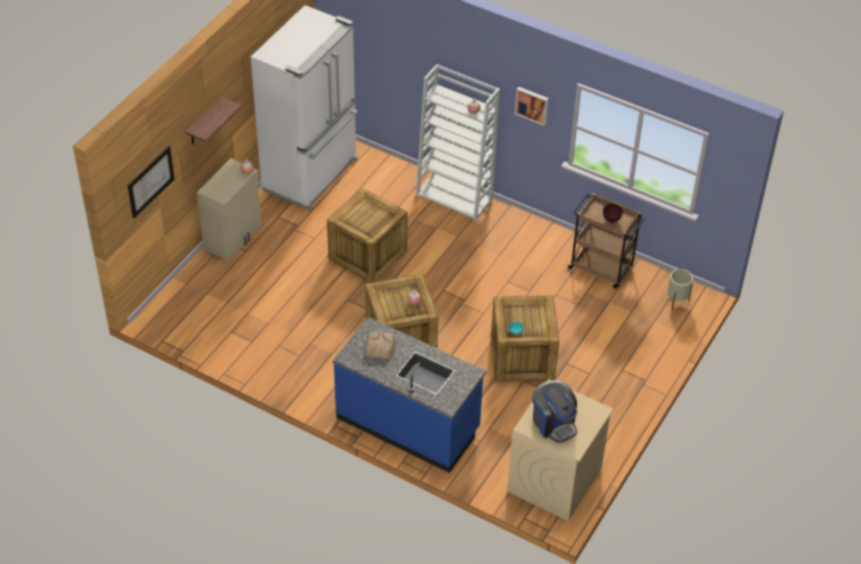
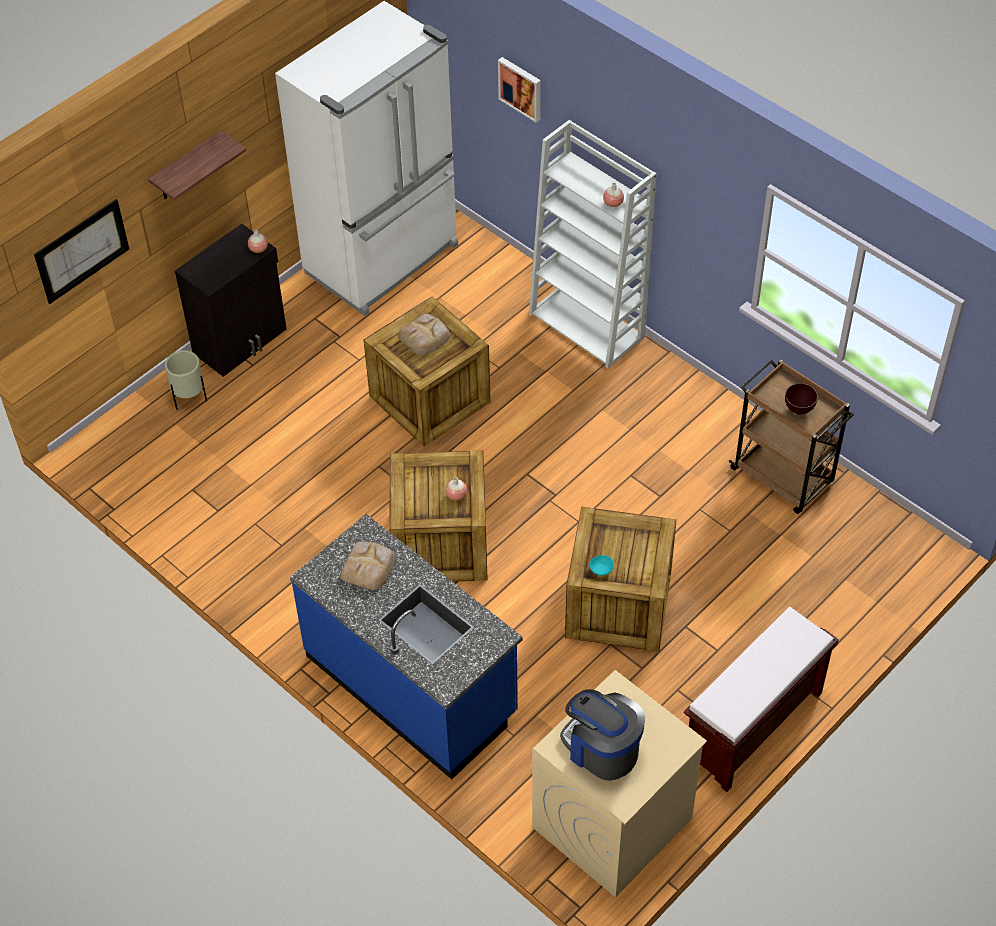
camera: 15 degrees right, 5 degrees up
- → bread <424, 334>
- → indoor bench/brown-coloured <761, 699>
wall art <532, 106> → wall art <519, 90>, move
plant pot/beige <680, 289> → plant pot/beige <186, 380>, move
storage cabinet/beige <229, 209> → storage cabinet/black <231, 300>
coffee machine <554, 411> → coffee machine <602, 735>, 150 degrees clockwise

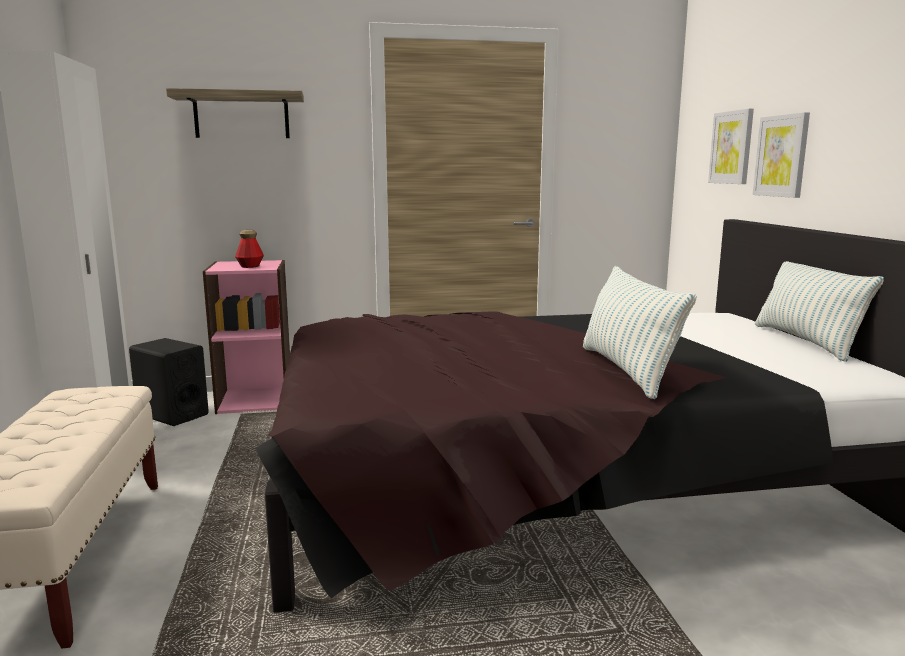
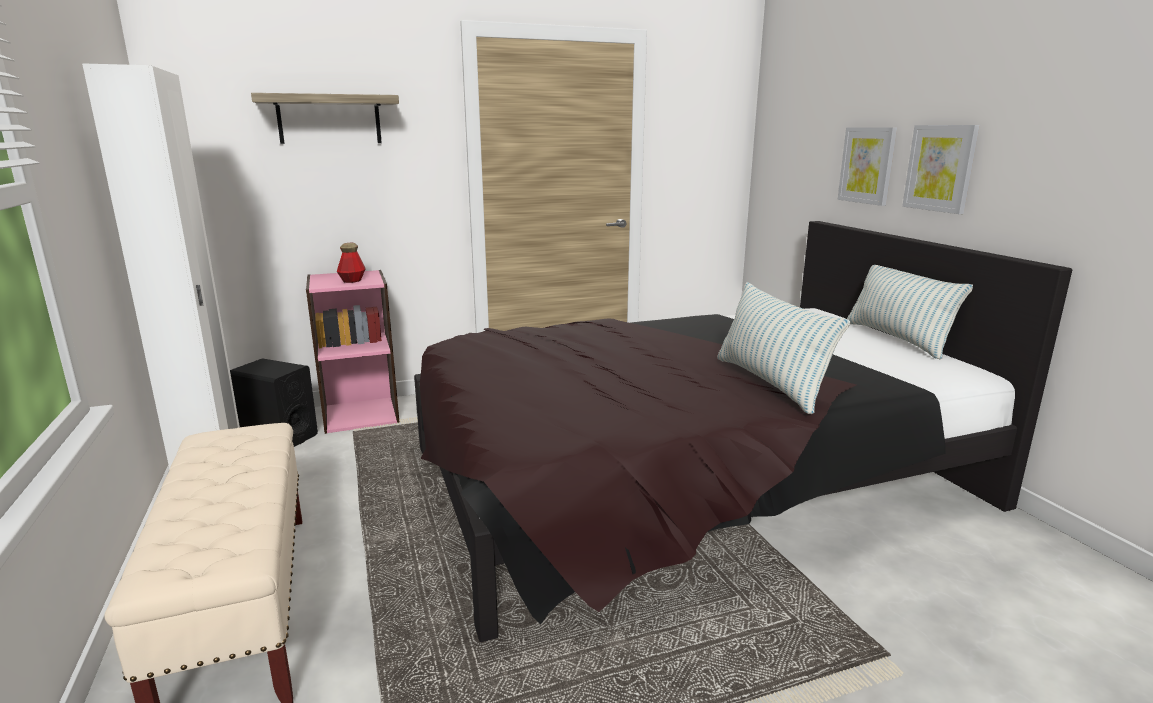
camera: 10 degrees left, 5 degrees up
wall art <731, 146> → wall art <941, 169>, move

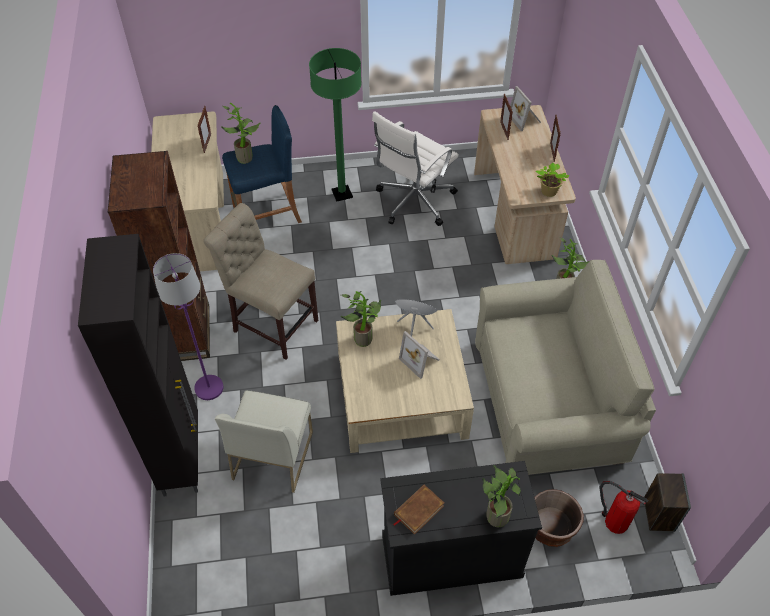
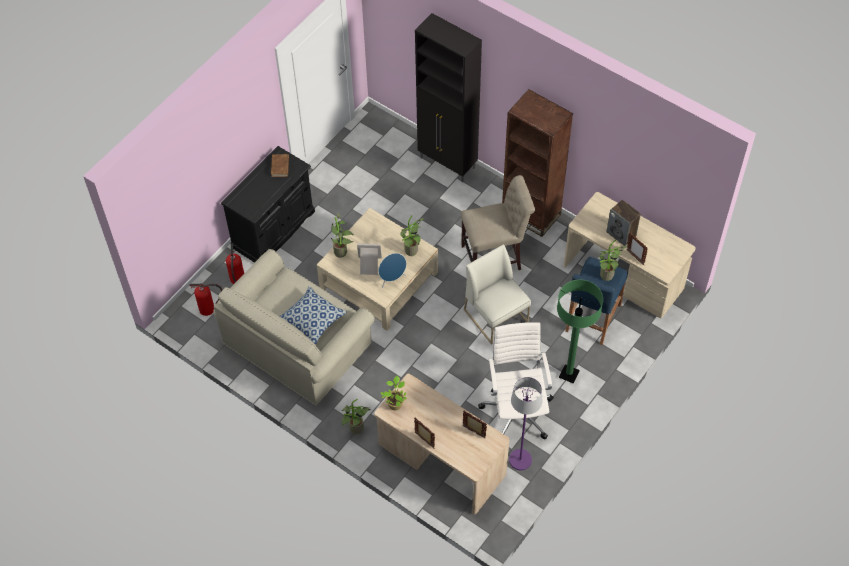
camera: 135 degrees right, 5 degrees up
picture frame <525, 108> → -
- → pillow <313, 315>
floor lamp/purplish <188, 326> → floor lamp/purplish <525, 423>, move
chair/white-coloured <264, 441> → chair/white-coloured <497, 294>, move
houseplant <501, 496> → houseplant <342, 235>, move
speaker <667, 502> → speaker <624, 223>, move
plant pot/brown-coloured <559, 518> → fire-fighting cylinder <235, 264>

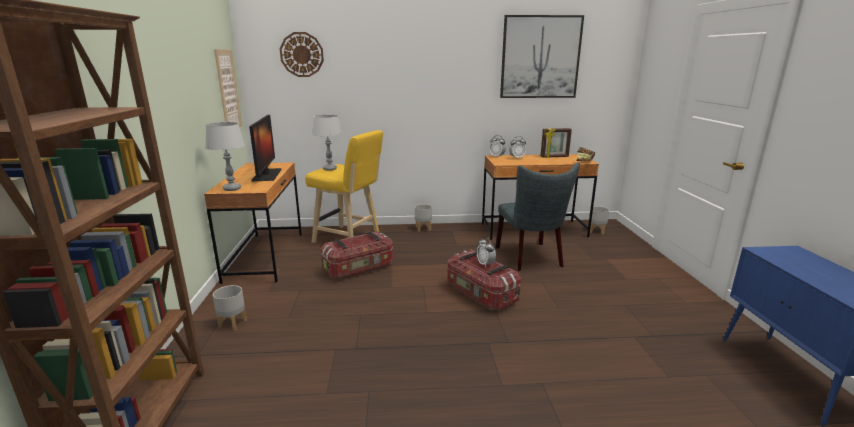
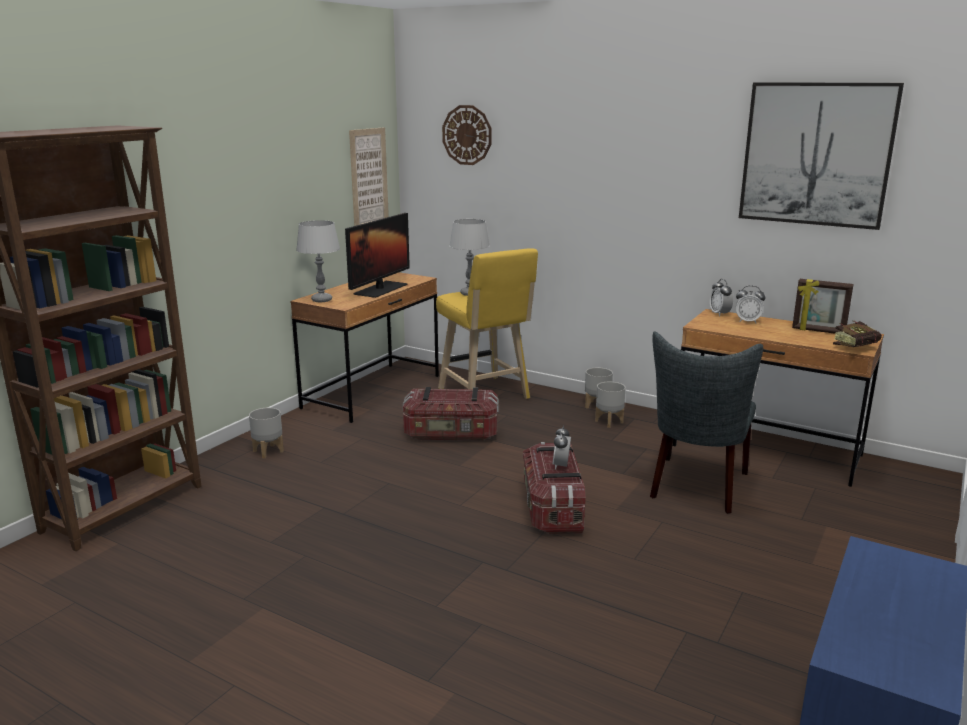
camera: 35 degrees right, 0 degrees up
plant pot/grey <599, 220> → plant pot/grey <610, 405>, move

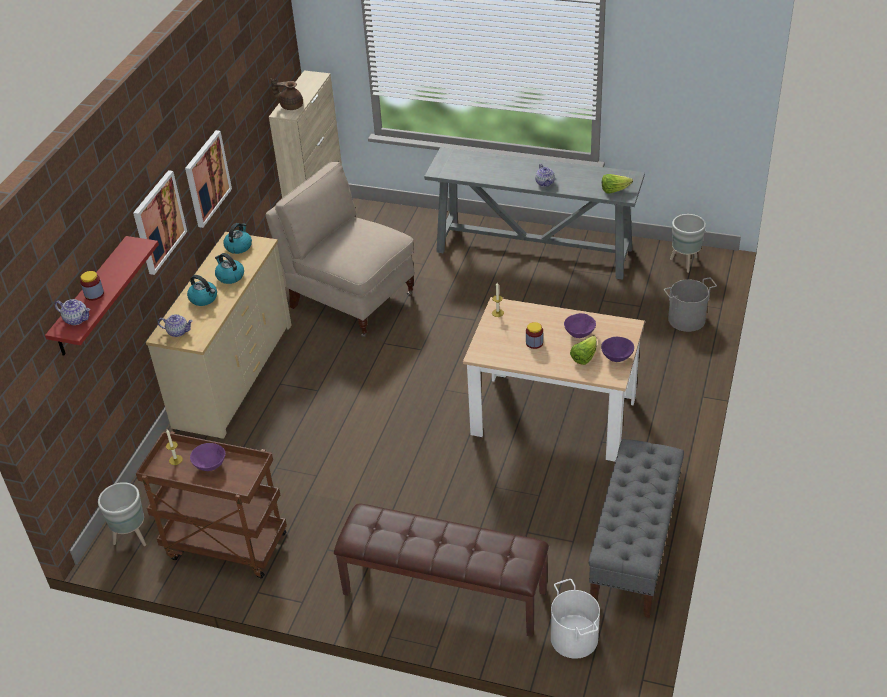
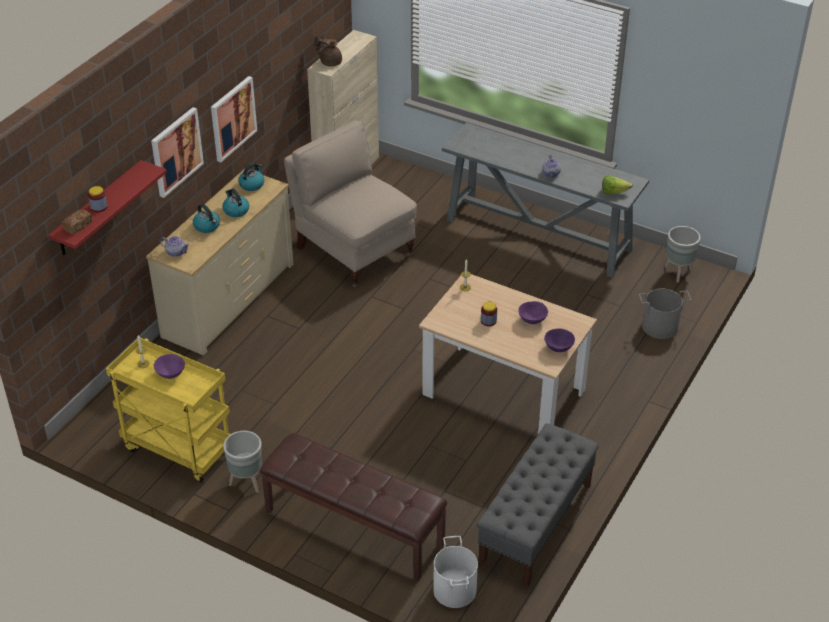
camera: 10 degrees right, 0 degrees up
lettuce <583, 350> → -
plant pot/grey <122, 514> → plant pot/grey <242, 462>, move
tea pot <72, 312> → bread <77, 222>
cart/brown-coloured <211, 505> → cart/yellowish <168, 410>

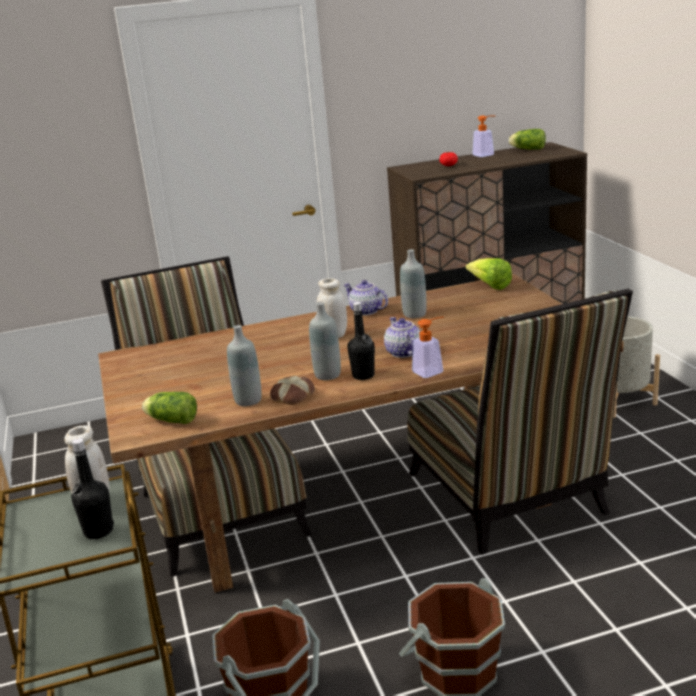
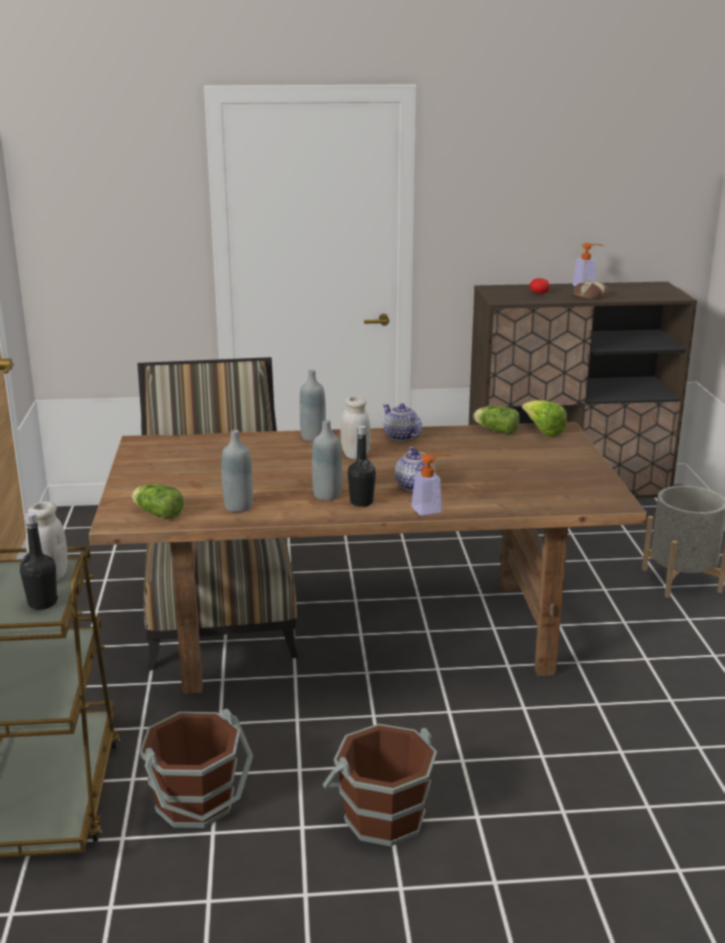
camera: 10 degrees right, 0 degrees up
chair <520, 422> → -
bread <292, 390> → bread <590, 290>, move
bottle/grey <413, 283> → bottle/grey <313, 405>, move
lettuce <527, 139> → lettuce <496, 420>, move

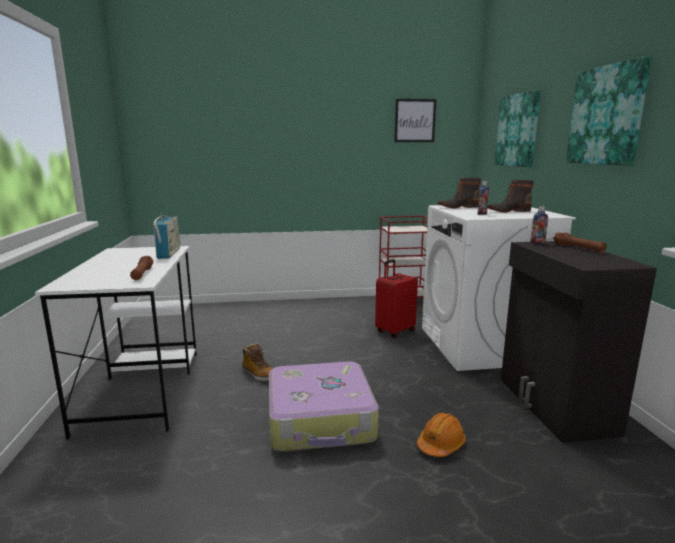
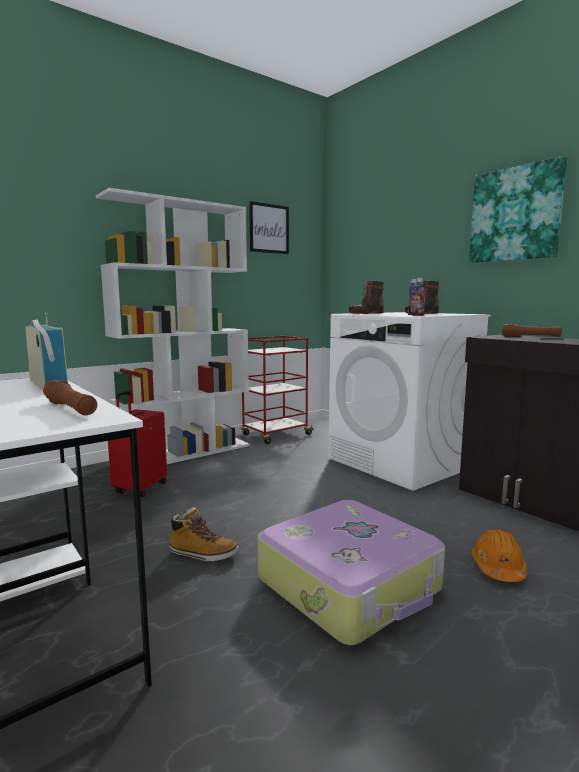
camera: 30 degrees left, 5 degrees down
wall art <518, 128> → -
- → bookshelf/white-coloured <173, 326>
piece of luggage/reddish <396, 299> → piece of luggage/reddish <137, 444>, move
bottle <539, 225> → bottle <418, 297>, move

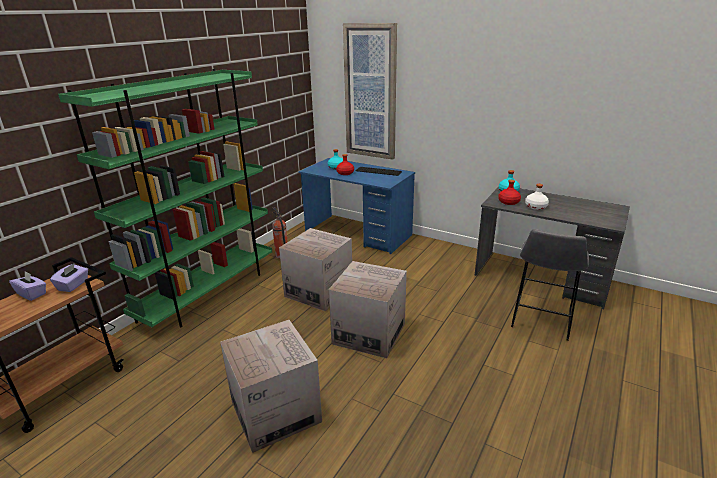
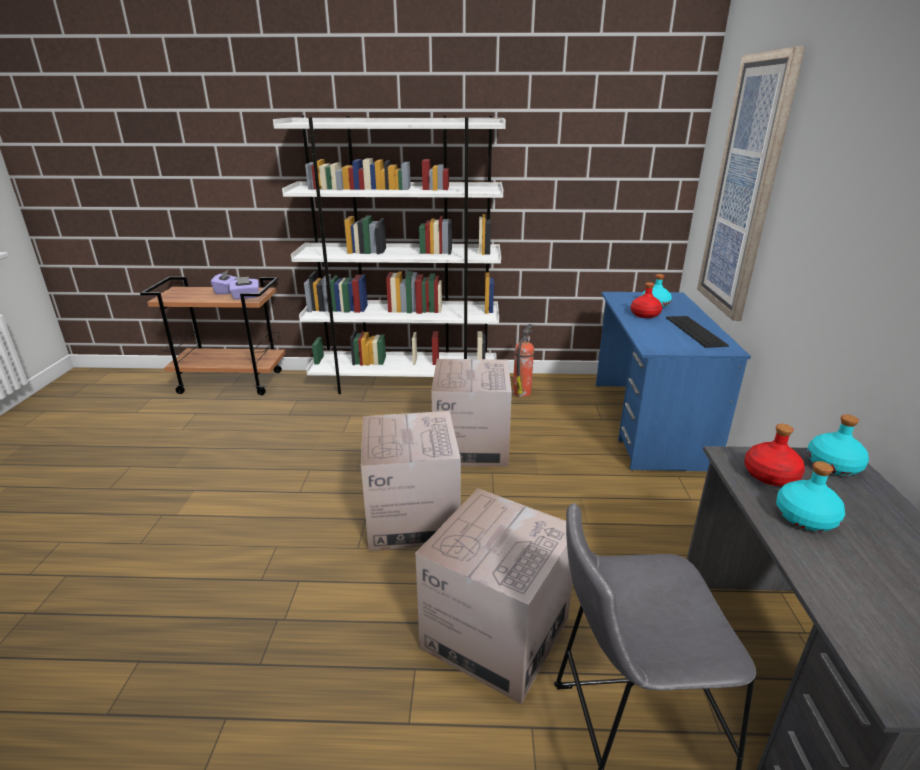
camera: 60 degrees right, 0 degrees up
cardboard box <271, 386> → cardboard box <494, 596>, move
bookshelf/green <165, 198> → bookshelf/white-coloured <389, 255>
bottle/white-coloured <537, 197> → bottle/blue-green <810, 496>

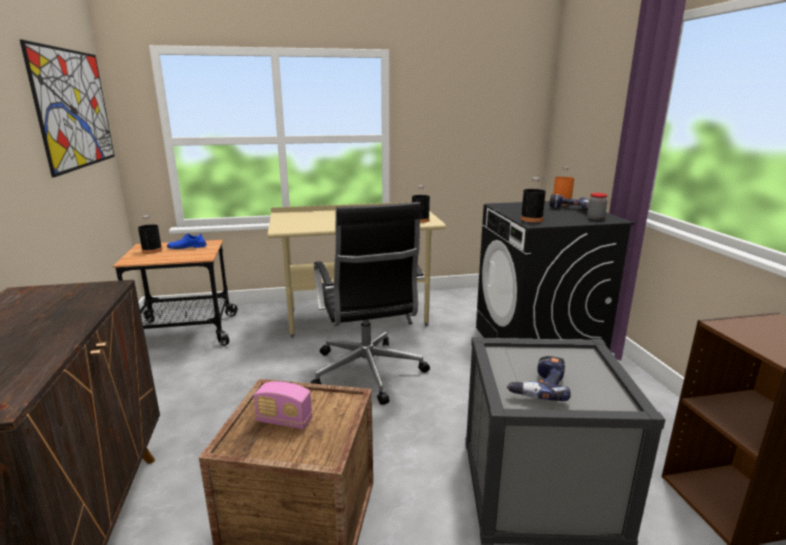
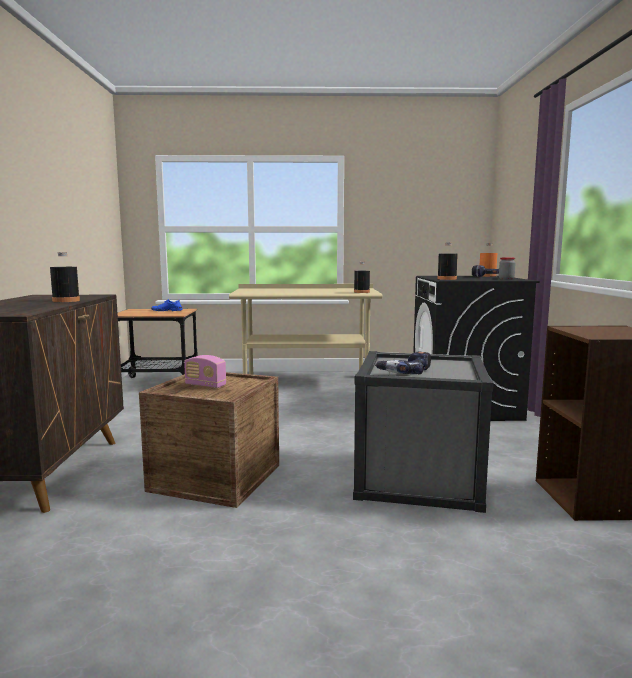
camera: 10 degrees right, 10 degrees down
wall art <67, 108> → -
office chair/black <370, 303> → -
bottle/black <150, 234> → bottle/black <65, 277>, move

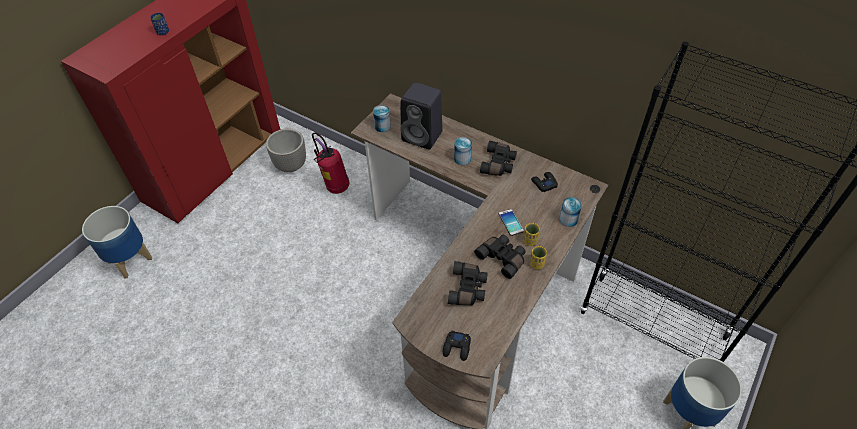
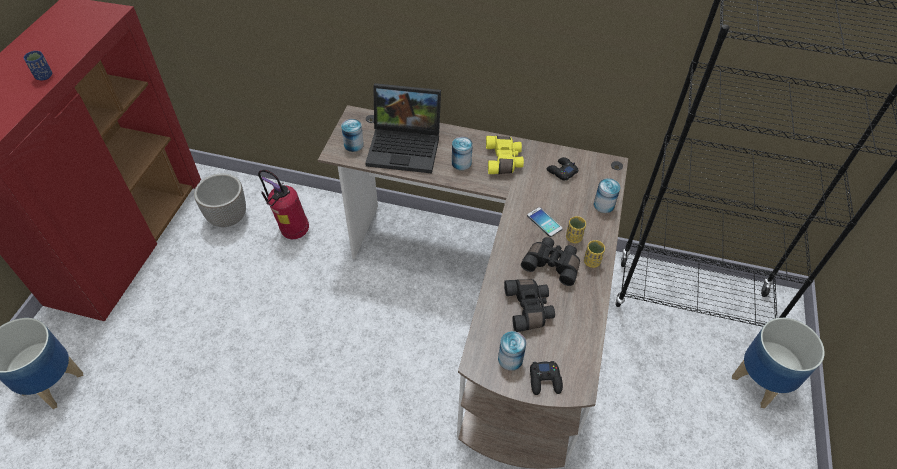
camera: 20 degrees left, 0 degrees up
- → can <512, 351>
speaker/black <421, 116> → portable computer <403, 128>
field glasses/black <498, 158> → field glasses/yellowish <505, 155>

